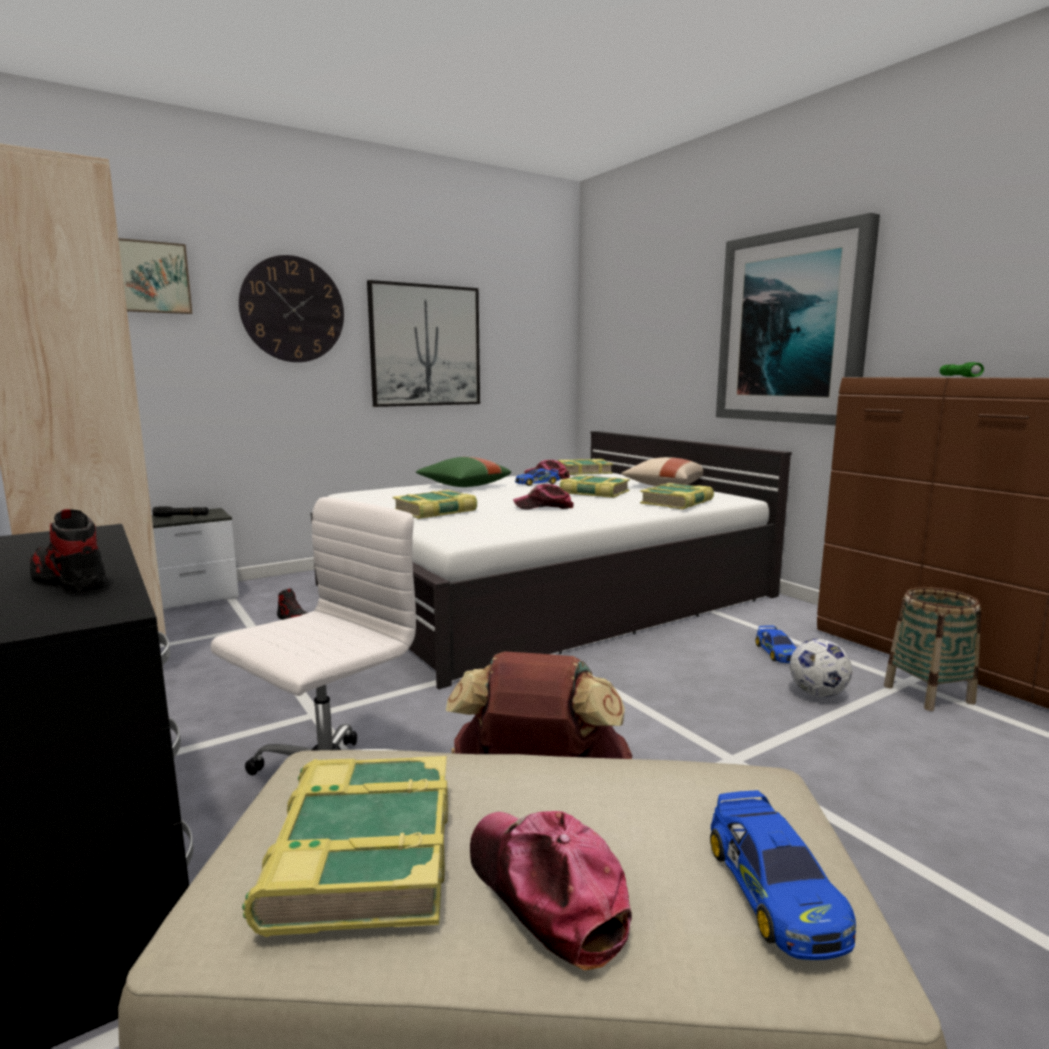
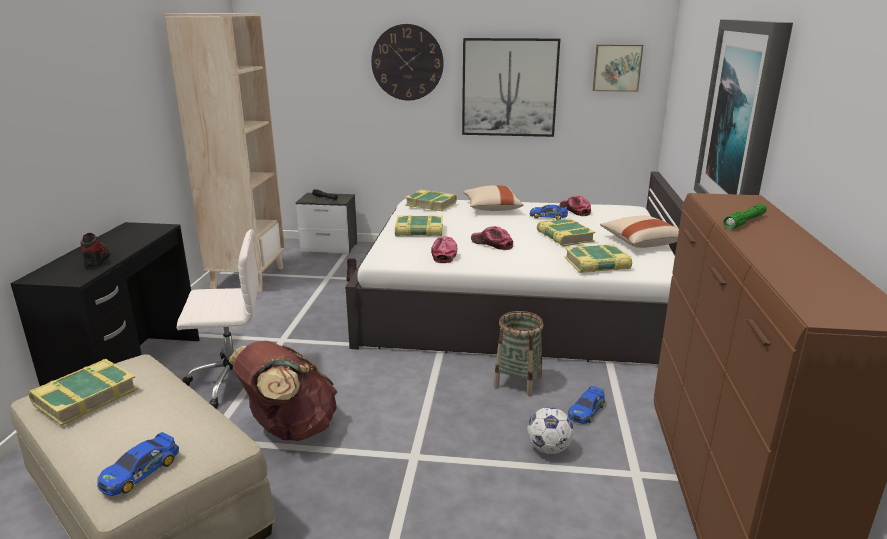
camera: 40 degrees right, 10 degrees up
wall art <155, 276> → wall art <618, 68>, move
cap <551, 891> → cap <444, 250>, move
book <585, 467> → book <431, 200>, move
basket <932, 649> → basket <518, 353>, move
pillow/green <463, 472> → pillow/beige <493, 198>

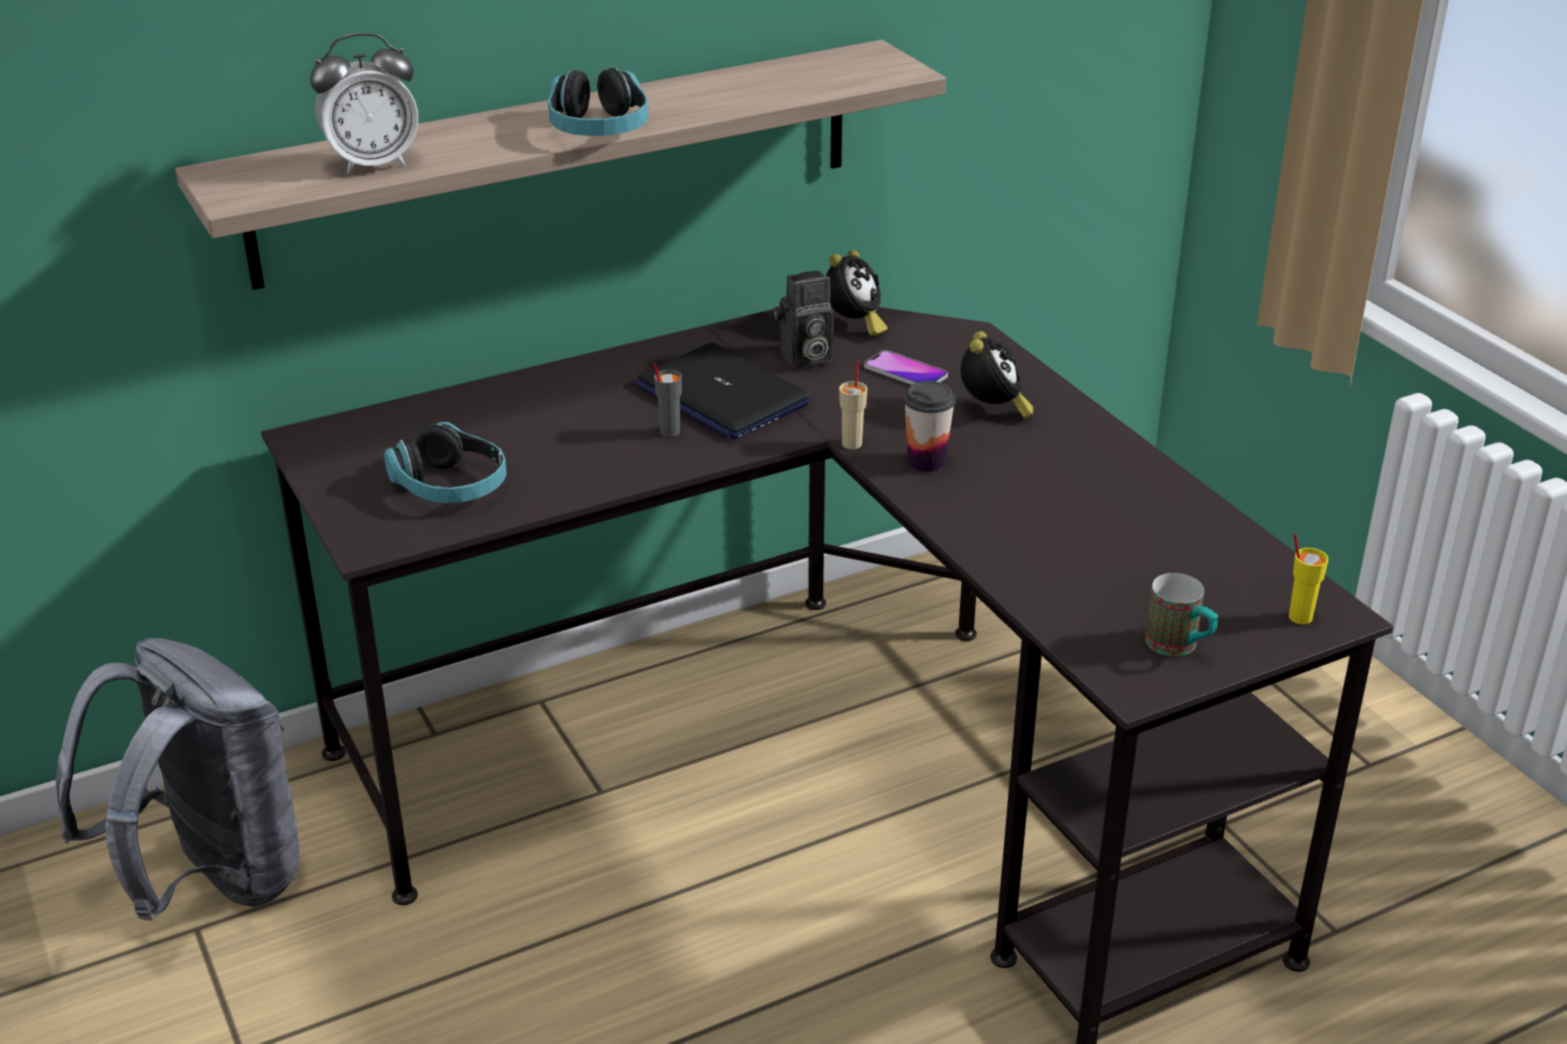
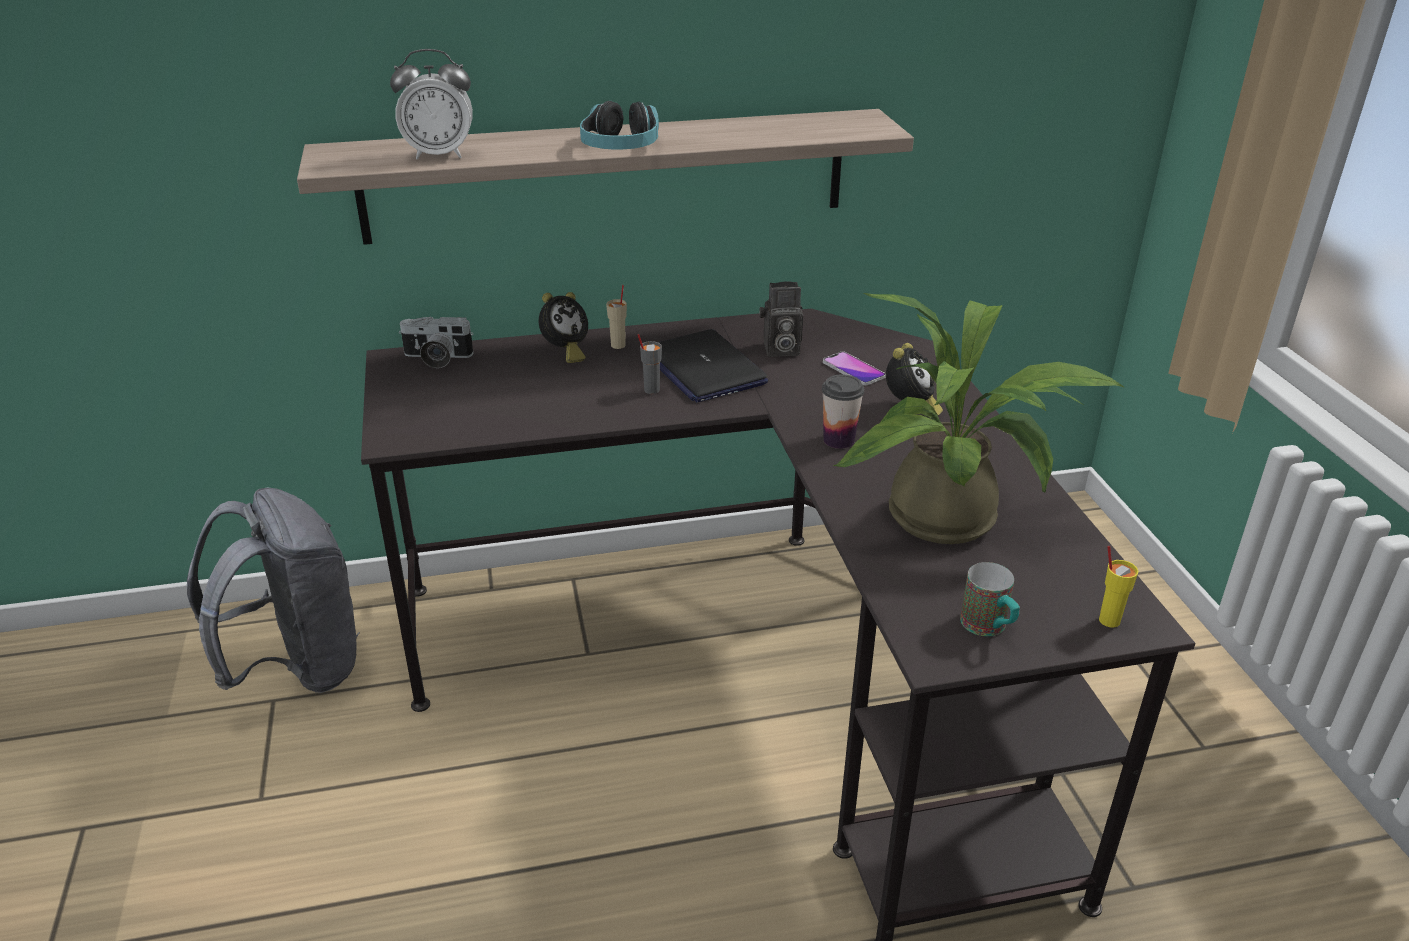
camera: 15 degrees right, 0 degrees up
headset <445, 462> → -
- → still camera <436, 342>
- → houseplant <979, 418>
bedside clock <857, 293> → bedside clock <563, 327>, move
small cup/beige <853, 405> → small cup/beige <616, 317>, move

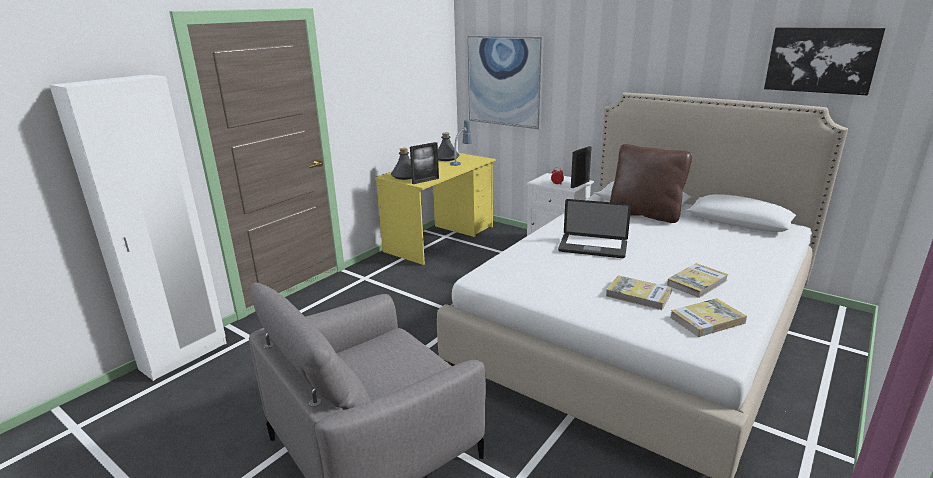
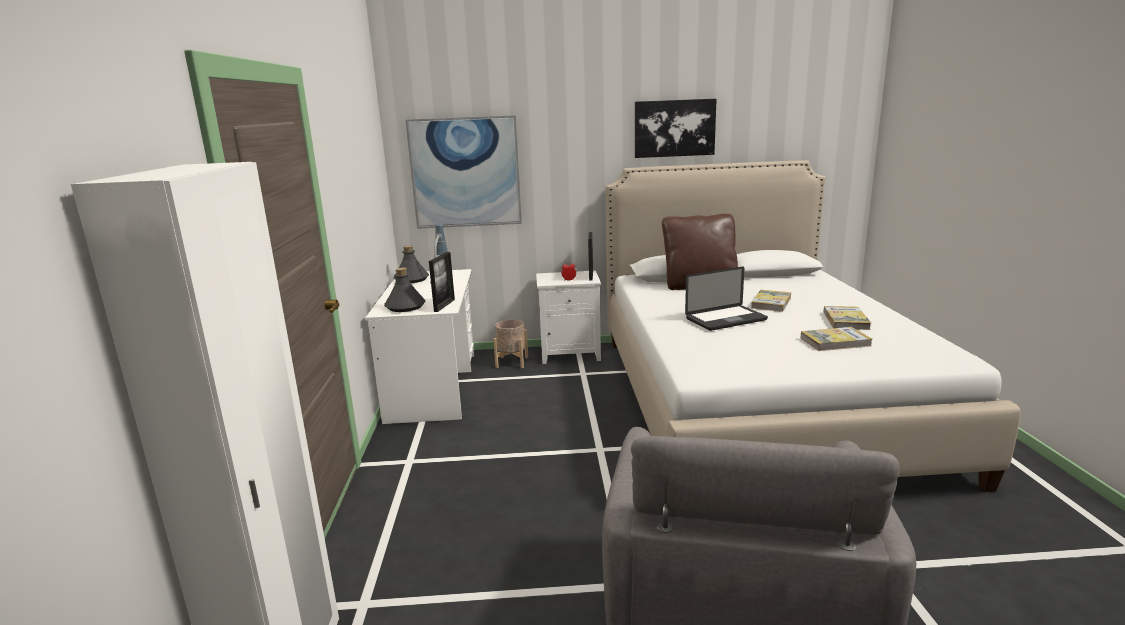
camera: 40 degrees left, 5 degrees down
- → plant pot/beige <510, 344>
book <708, 317> → book <771, 301>, move
wall art <824, 61> → wall art <676, 128>, move
desk unit/yellowish <435, 209> → desk unit/white-coloured <419, 347>

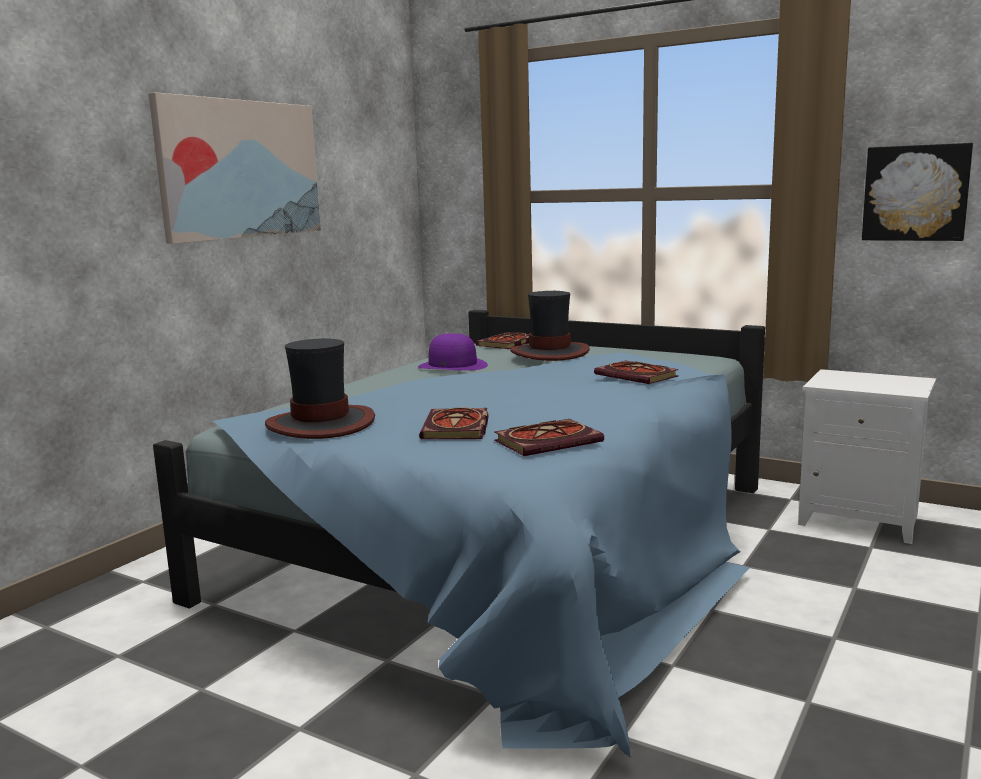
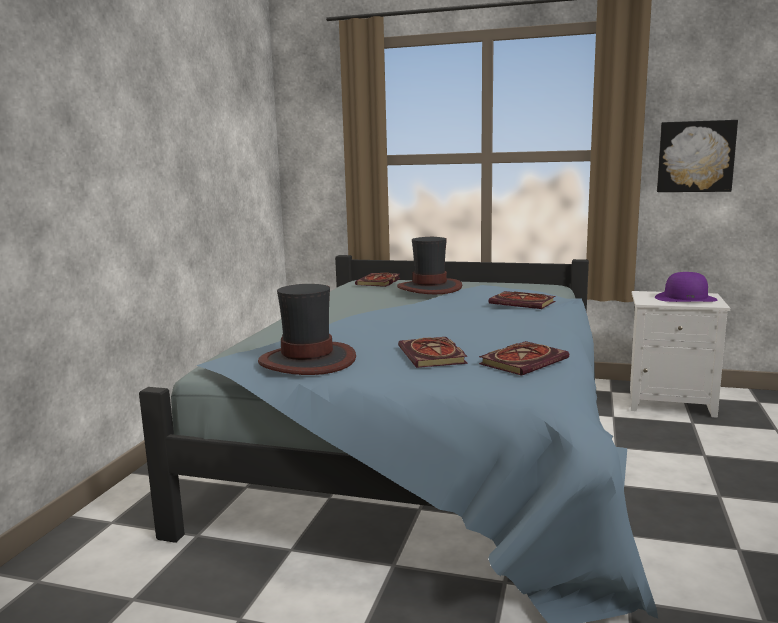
camera: 15 degrees left, 0 degrees up
wall art <235, 168> → -
wearable hat/purplish <453, 352> → wearable hat/purplish <686, 287>, move

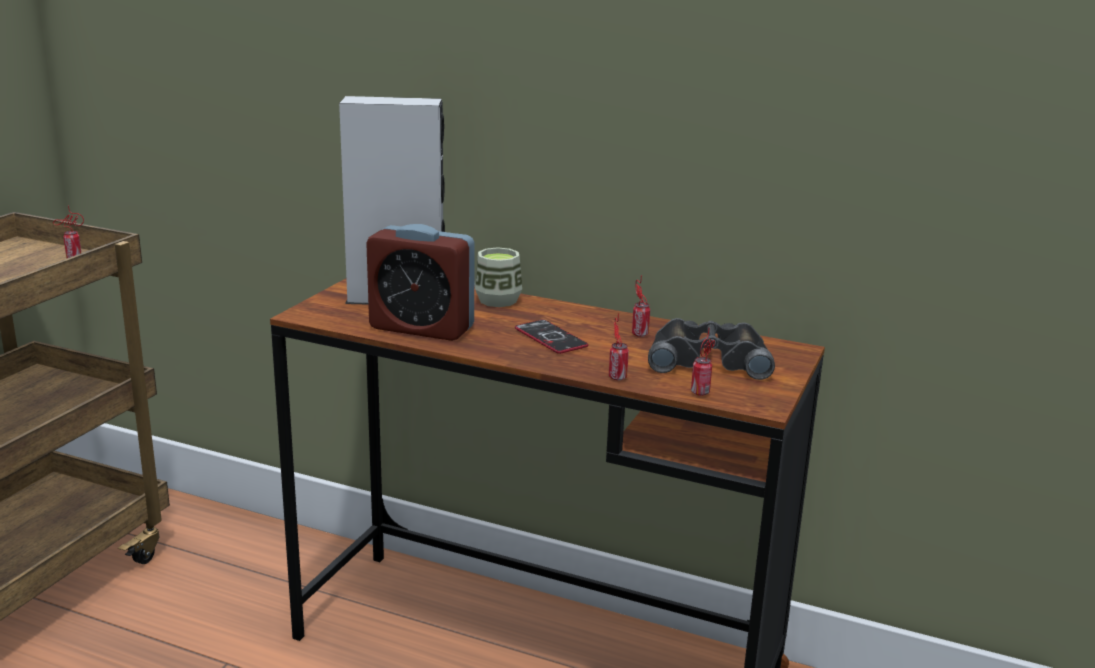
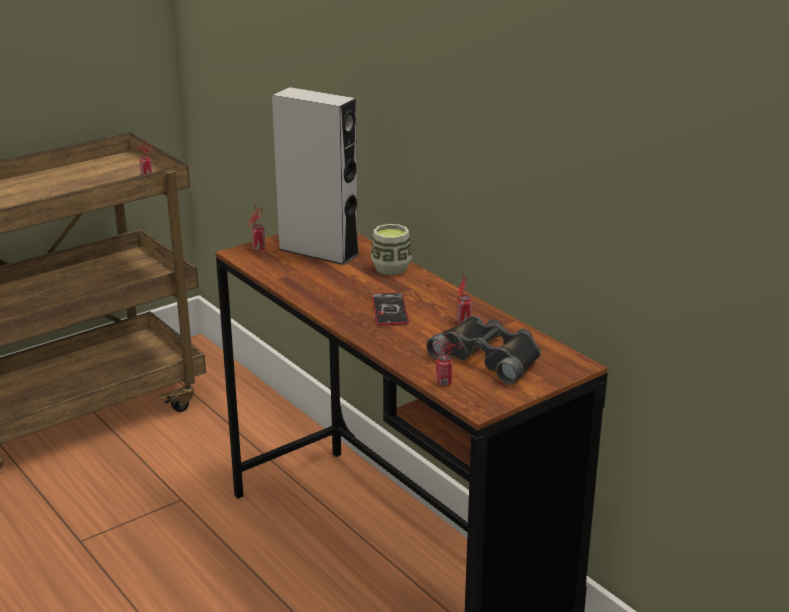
camera: 30 degrees right, 5 degrees up
bedside clock <420, 282> → -
can <619, 346> → can <257, 228>, move

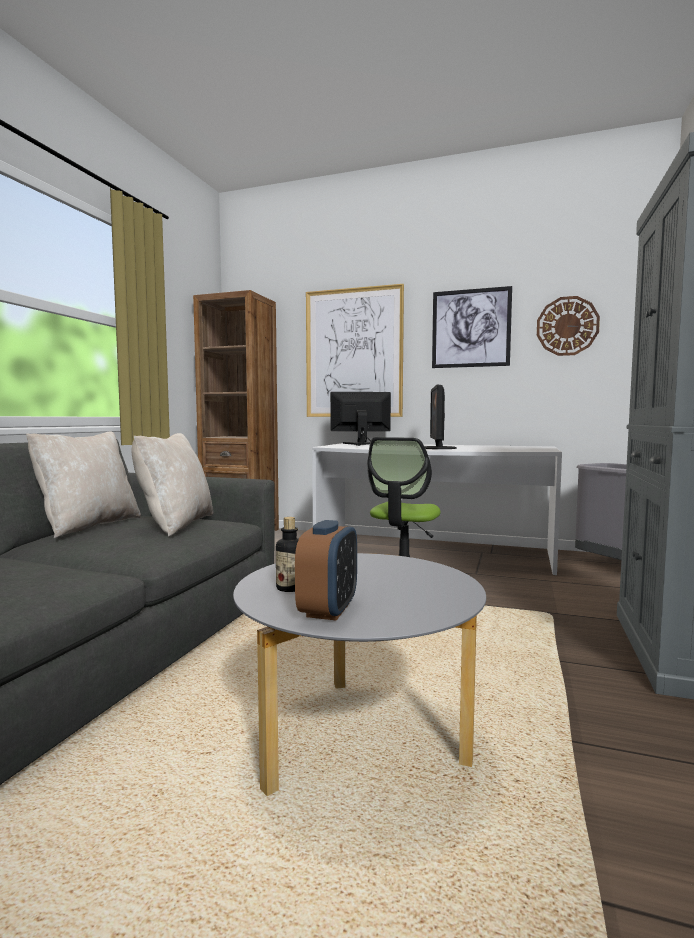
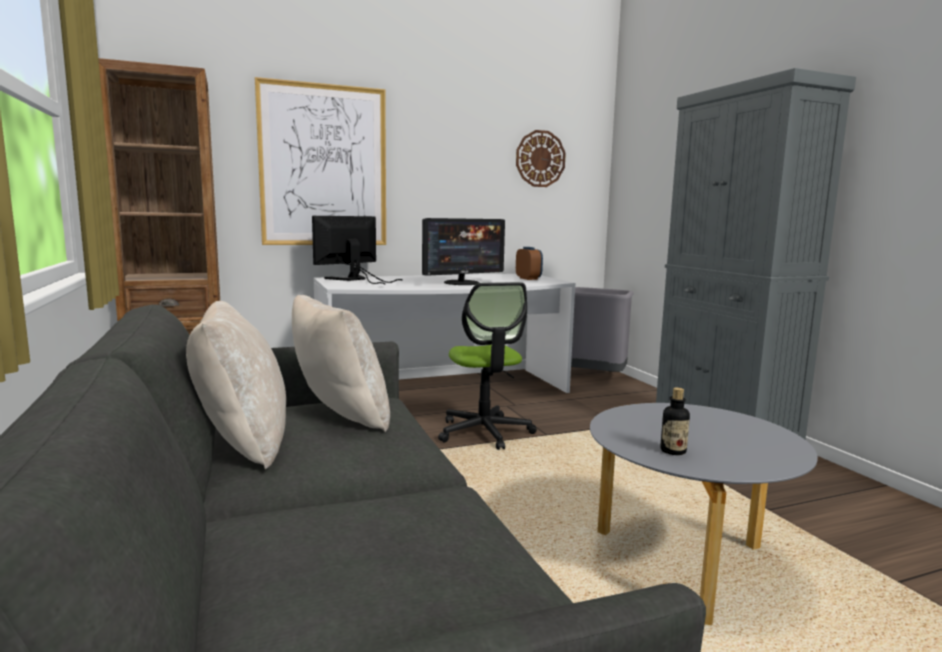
camera: 40 degrees left, 5 degrees up
wall art <472, 327> → -
bedside clock <326, 570> → bedside clock <529, 263>, move
computer display <440, 416> → computer display <463, 251>, 90 degrees counterclockwise

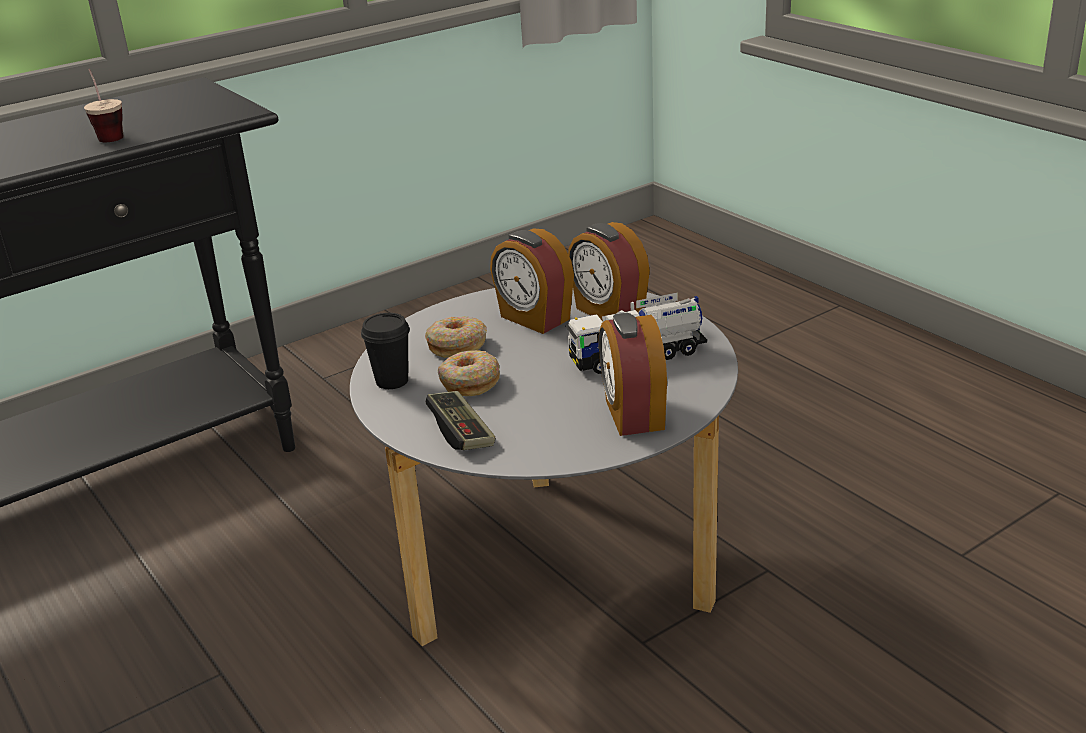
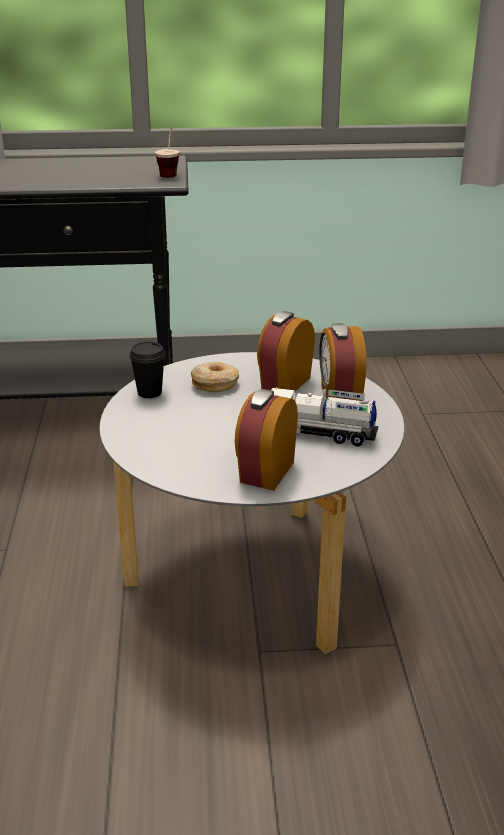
camera: 30 degrees right, 0 degrees up
game controller <460, 420> → -
ring doughnut <469, 373> → -
small cup <104, 105> → small cup <167, 152>, move
bedside clock <532, 281> → bedside clock <286, 351>, 45 degrees clockwise

